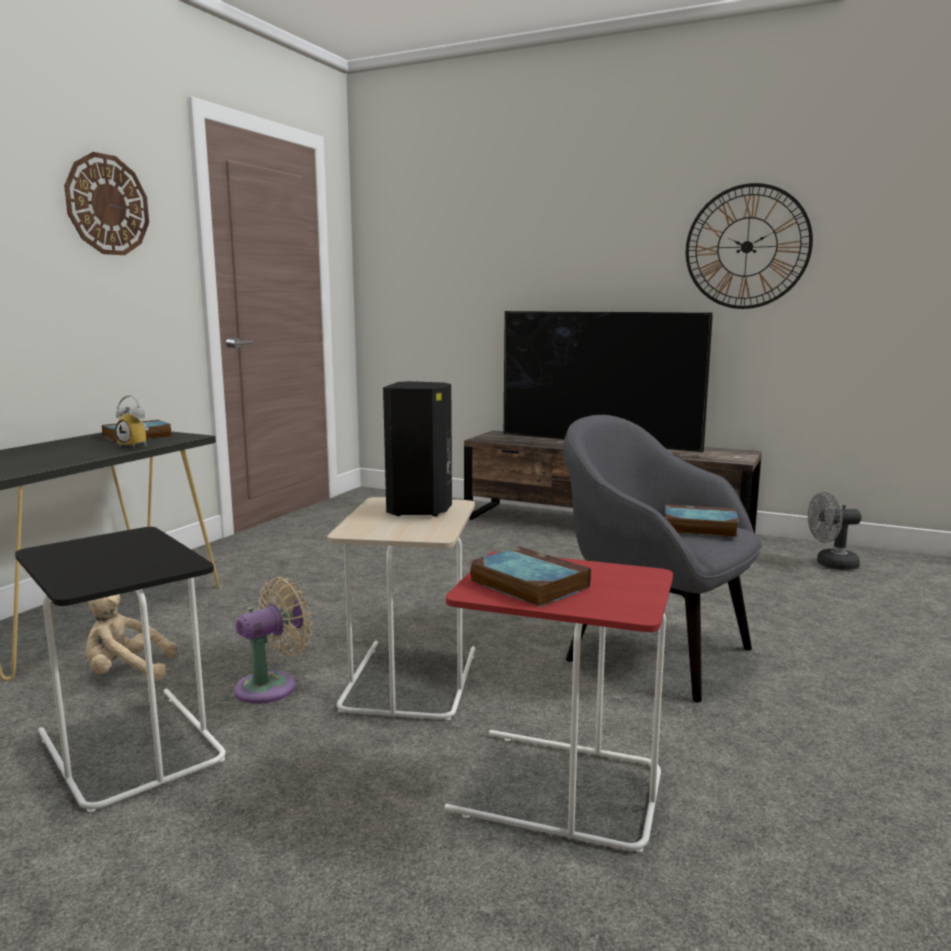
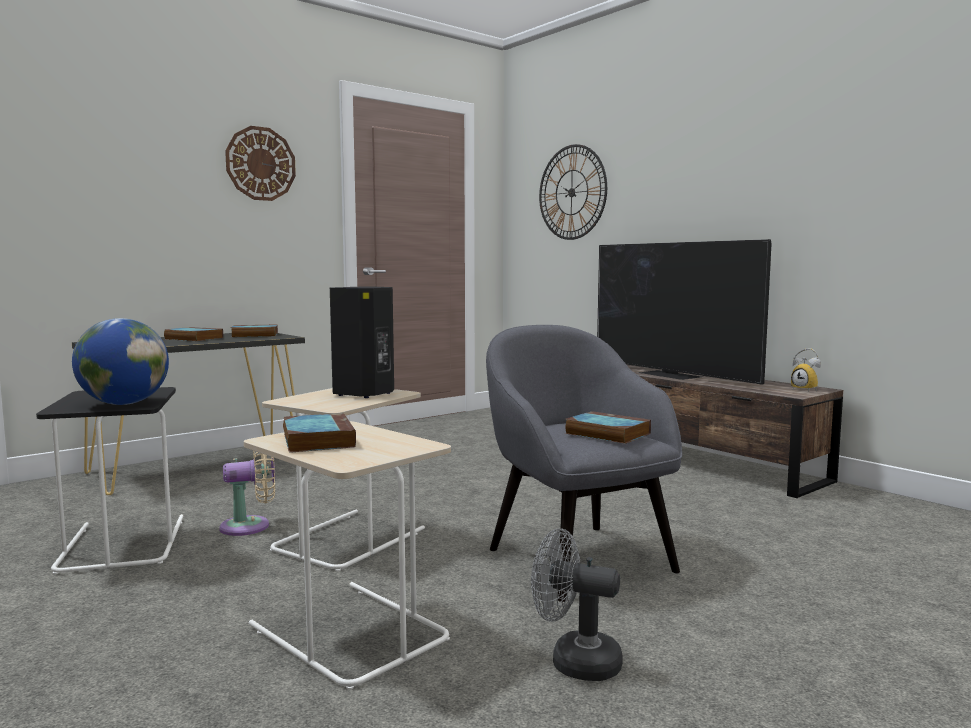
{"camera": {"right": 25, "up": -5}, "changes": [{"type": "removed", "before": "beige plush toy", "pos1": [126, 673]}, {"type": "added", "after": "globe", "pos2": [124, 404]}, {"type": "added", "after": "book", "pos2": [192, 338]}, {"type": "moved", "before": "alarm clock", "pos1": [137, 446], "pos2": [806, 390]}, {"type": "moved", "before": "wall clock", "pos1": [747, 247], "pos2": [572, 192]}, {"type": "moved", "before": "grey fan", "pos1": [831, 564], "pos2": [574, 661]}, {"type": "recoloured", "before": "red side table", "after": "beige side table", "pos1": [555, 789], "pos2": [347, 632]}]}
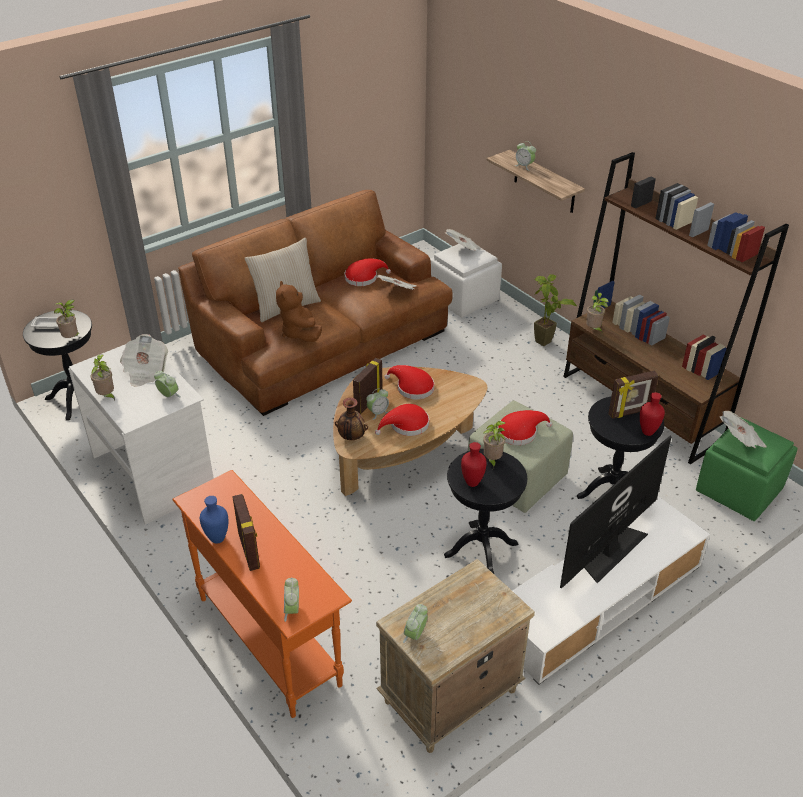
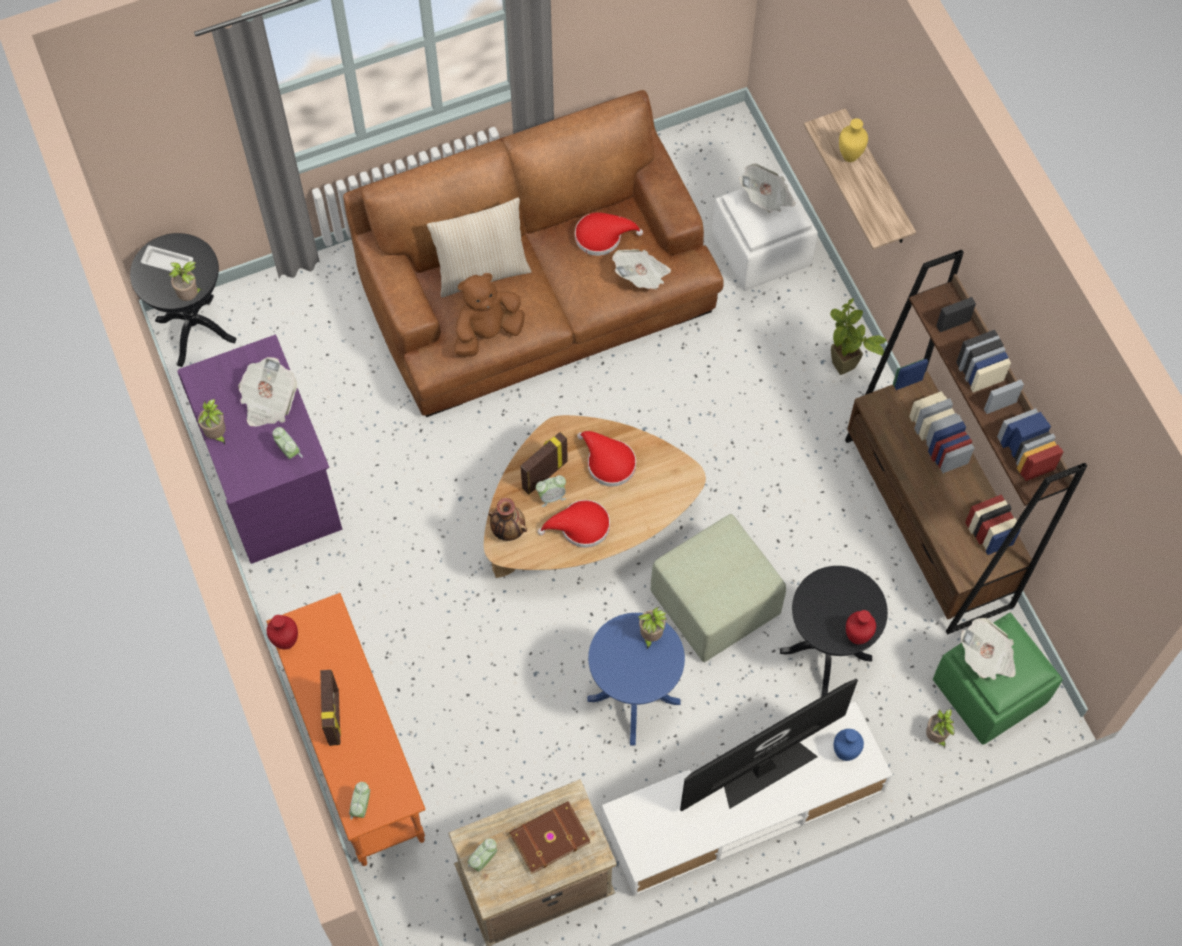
{"camera": {"right": 15, "up": 25}, "changes": [{"type": "removed", "before": "red hat", "pos1": [520, 432]}, {"type": "removed", "before": "picture frame", "pos1": [630, 412]}, {"type": "added", "after": "brown book", "pos2": [548, 837]}, {"type": "moved", "before": "blue vase", "pos1": [217, 539], "pos2": [844, 754]}, {"type": "moved", "before": "red vase", "pos1": [471, 483], "pos2": [285, 642]}, {"type": "moved", "before": "potted plant", "pos1": [593, 329], "pos2": [936, 737]}, {"type": "replaced", "before": "alarm clock", "after": "yellow vase", "pos1": [524, 166], "pos2": [850, 157]}, {"type": "recoloured", "before": "white desk", "after": "purple desk", "pos1": [154, 472], "pos2": [274, 483]}, {"type": "recoloured", "before": "black side table", "after": "blue side table", "pos1": [481, 550], "pos2": [633, 700]}, {"type": "turned", "before": "brown plush toy", "pos1": [300, 333], "pos2": [487, 332], "turn": 60}]}
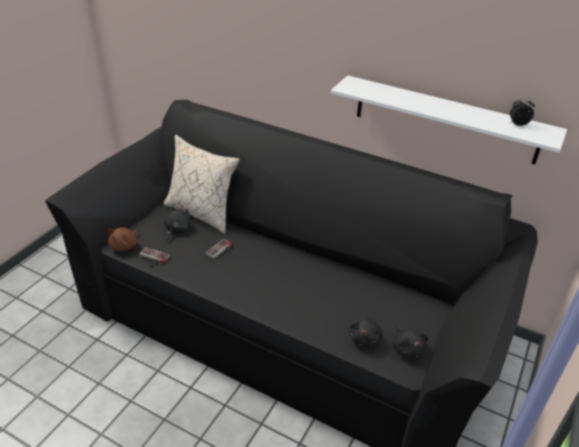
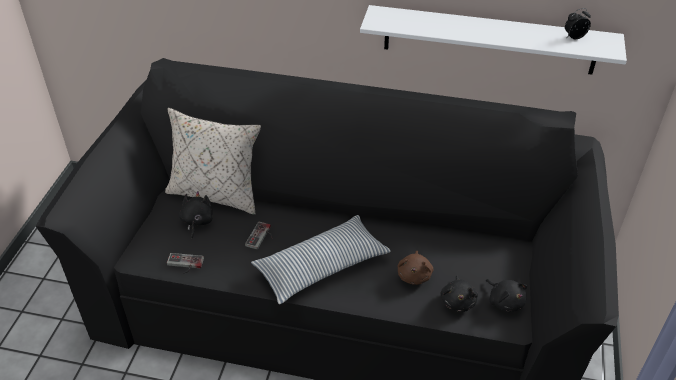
{"camera": {"right": -15, "up": 5}, "changes": [{"type": "added", "after": "pillow", "pos2": [321, 267]}, {"type": "moved", "before": "brown plush toy", "pos1": [125, 246], "pos2": [414, 275]}]}
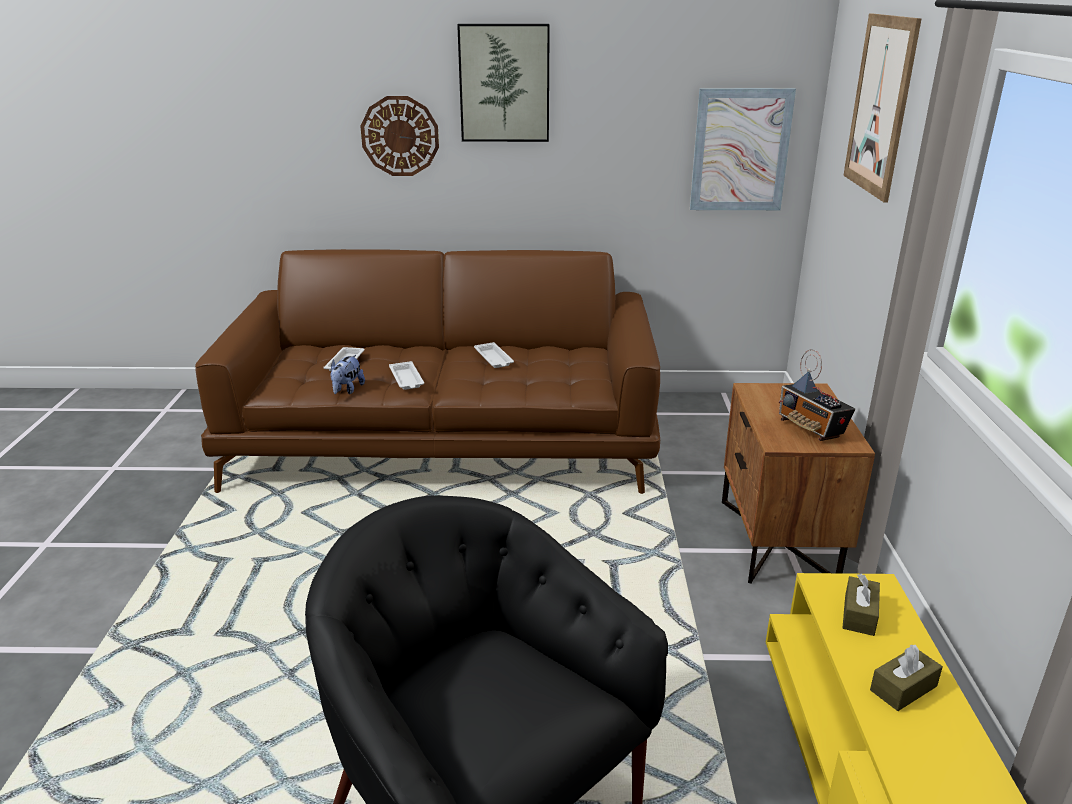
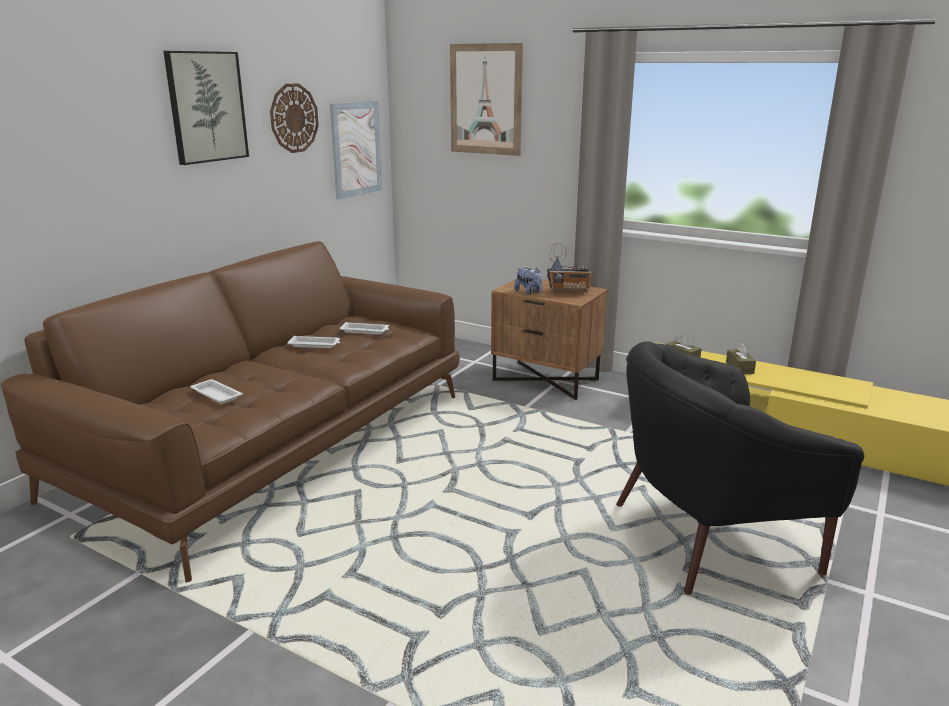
{"camera": {"right": -60, "up": -5}, "changes": [{"type": "moved", "before": "plush toy", "pos1": [347, 390], "pos2": [529, 292]}, {"type": "moved", "before": "wall clock", "pos1": [400, 136], "pos2": [294, 118]}, {"type": "moved", "before": "white tray", "pos1": [406, 379], "pos2": [365, 331]}]}
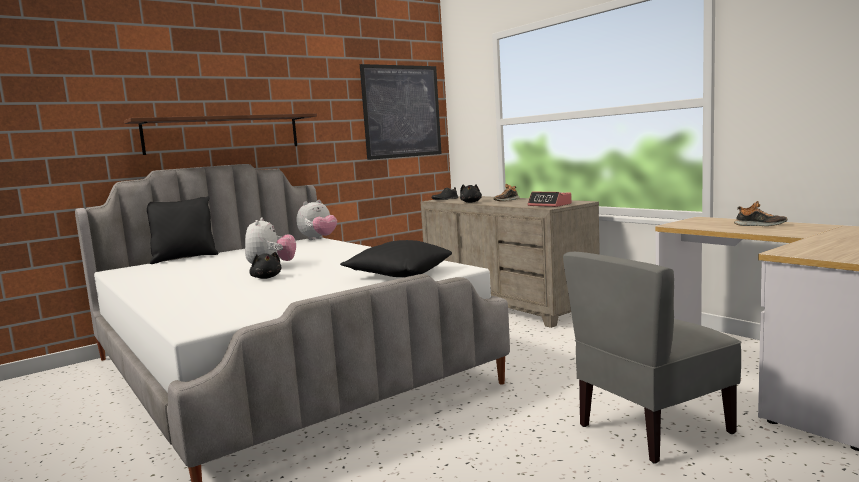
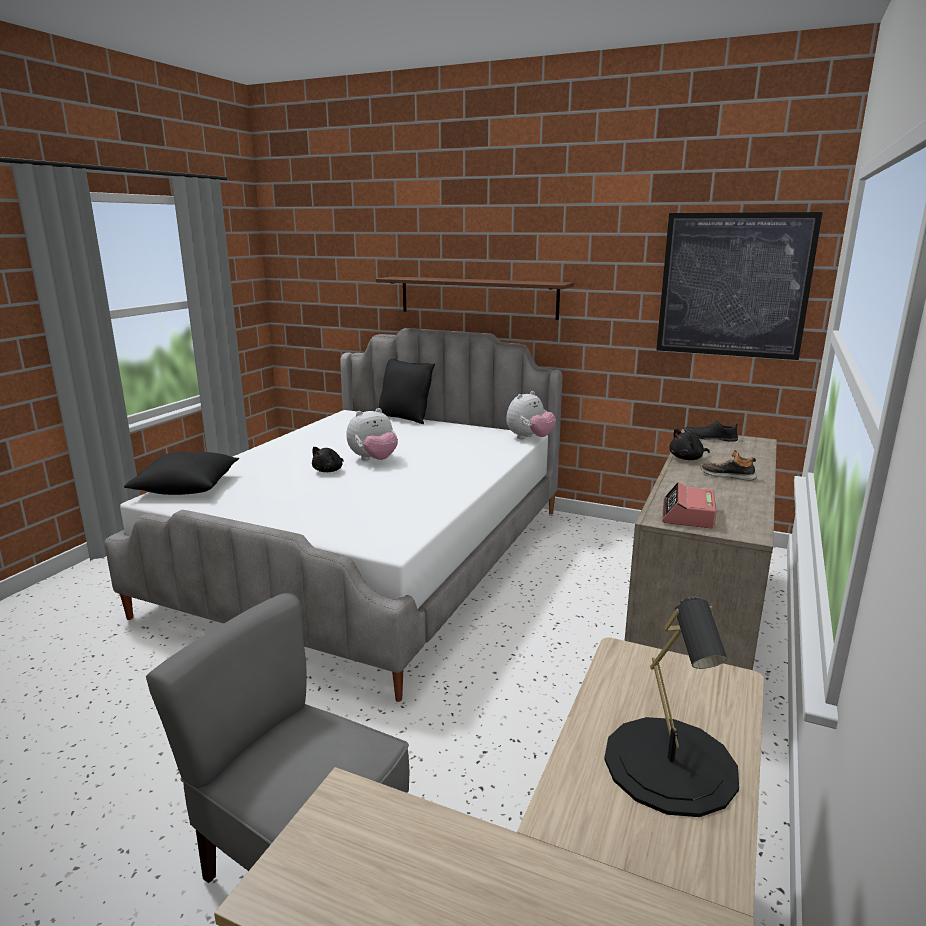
{"camera": {"right": 60, "up": 10}, "changes": [{"type": "moved", "before": "black pillow", "pos1": [398, 274], "pos2": [187, 486]}, {"type": "replaced", "before": "shoe", "after": "black table lamp", "pos1": [760, 225], "pos2": [670, 764]}, {"type": "turned", "before": "plush toy", "pos1": [318, 239], "pos2": [529, 438], "turn": -60}]}
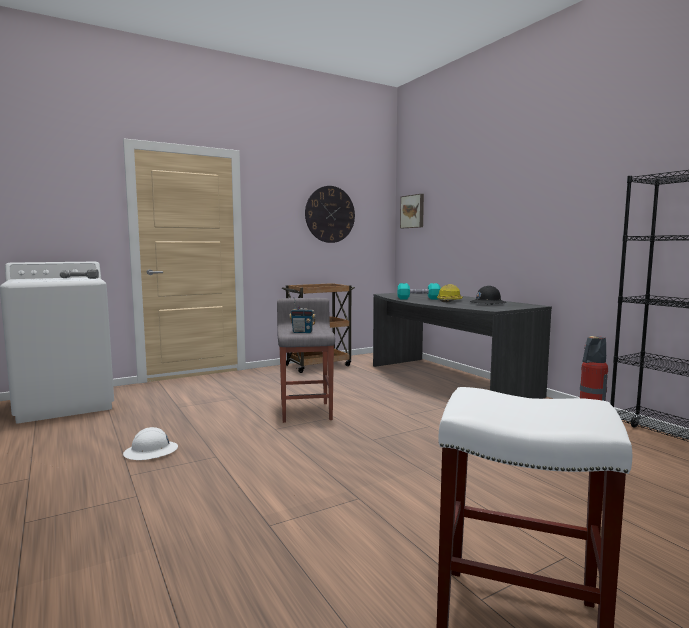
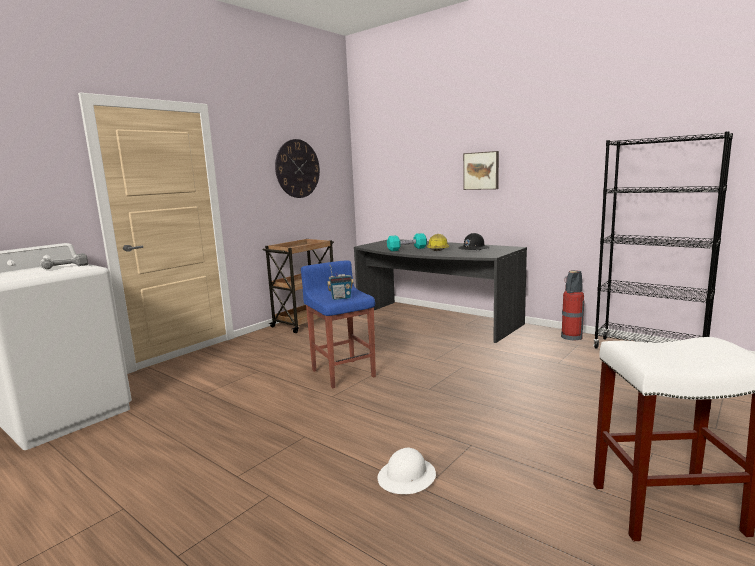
{"camera": {"right": -20, "up": 5}, "changes": [{"type": "moved", "before": "white hard hat", "pos1": [151, 452], "pos2": [407, 477]}, {"type": "moved", "before": "picture", "pos1": [413, 211], "pos2": [481, 171]}, {"type": "recoloured", "before": "grey stool", "after": "blue stool", "pos1": [306, 411], "pos2": [343, 373]}]}
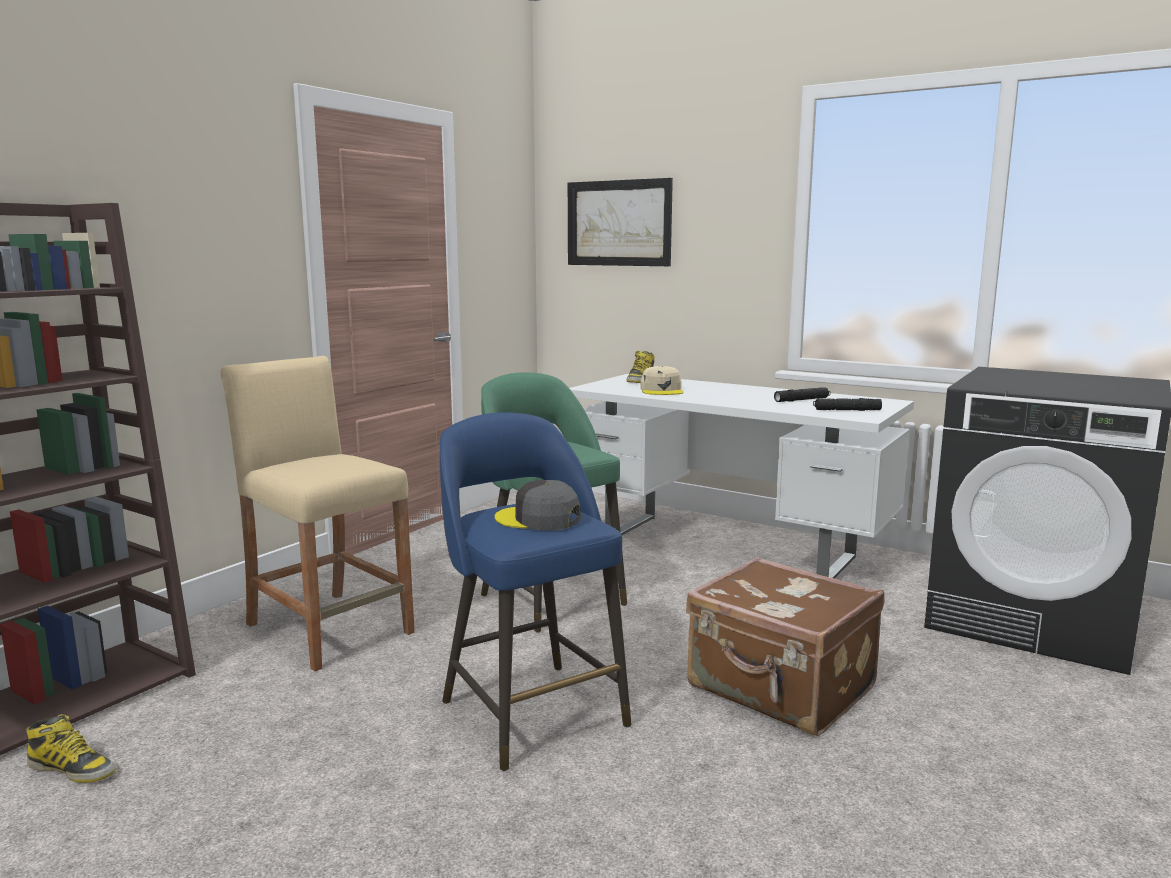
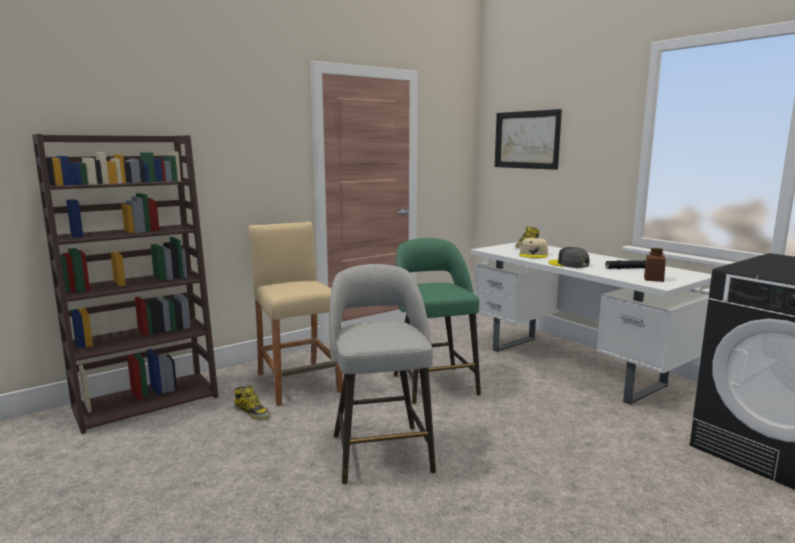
{"camera": {"right": 20, "up": 0}, "changes": [{"type": "removed", "before": "brown suitcase", "pos1": [780, 689]}, {"type": "moved", "before": "boot", "pos1": [72, 769], "pos2": [252, 412]}, {"type": "moved", "before": "grey cap", "pos1": [538, 519], "pos2": [568, 264]}, {"type": "replaced", "before": "black flashlight", "after": "brown jar", "pos1": [846, 410], "pos2": [653, 278]}, {"type": "recoloured", "before": "blue stool", "after": "grey stool", "pos1": [531, 710], "pos2": [381, 451]}]}
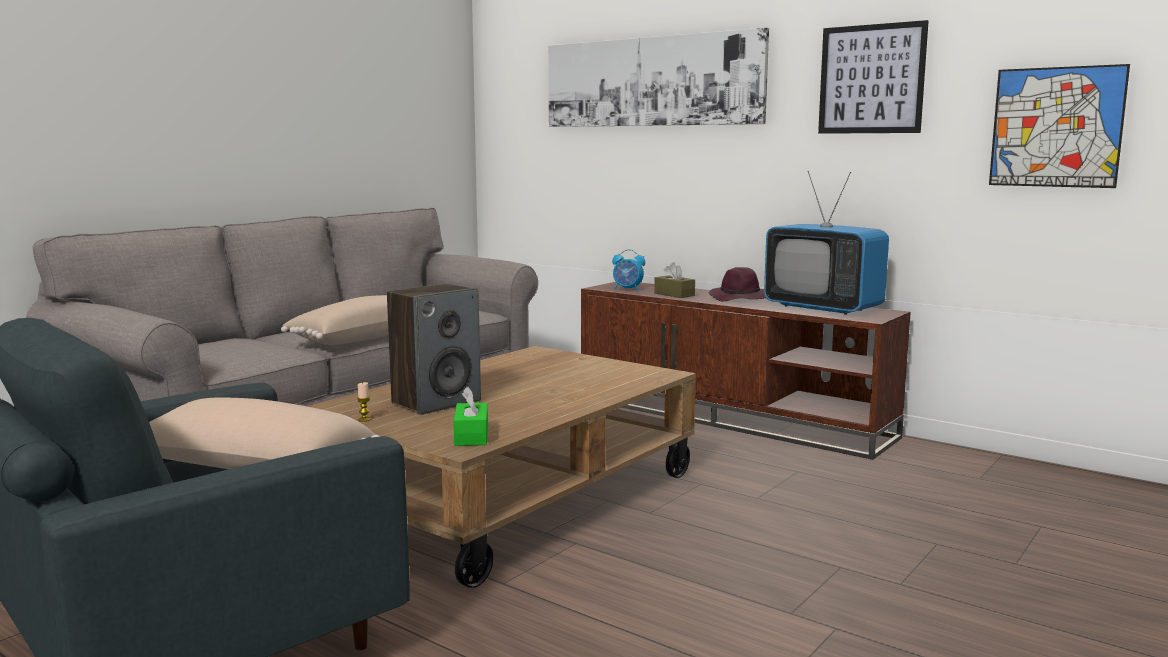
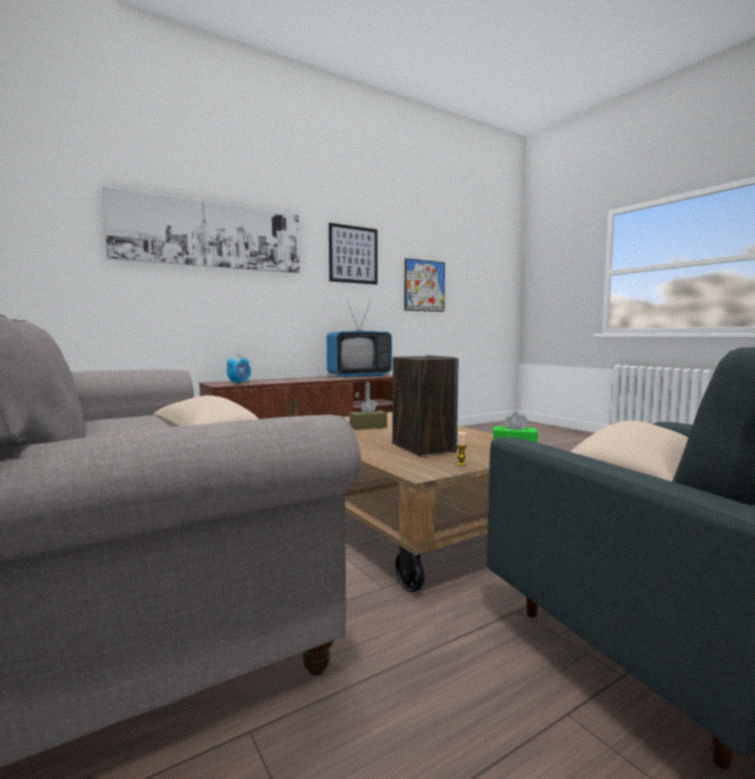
{"camera": {"right": -70, "up": -5}, "changes": [{"type": "removed", "before": "purple hat", "pos1": [740, 298]}, {"type": "moved", "before": "brown tissue box", "pos1": [674, 294], "pos2": [368, 427]}]}
